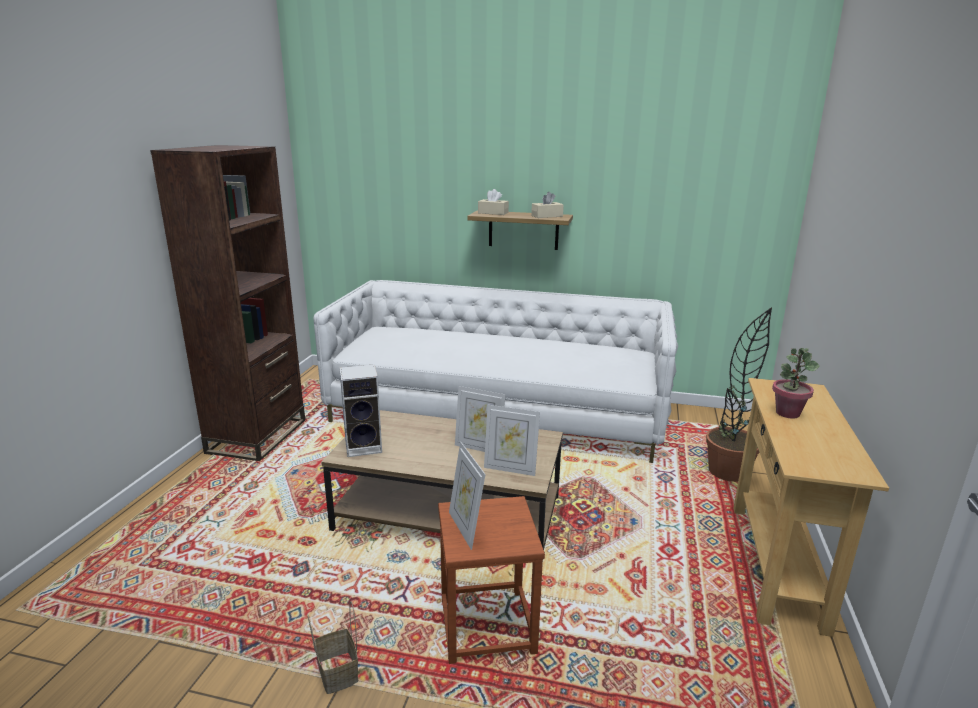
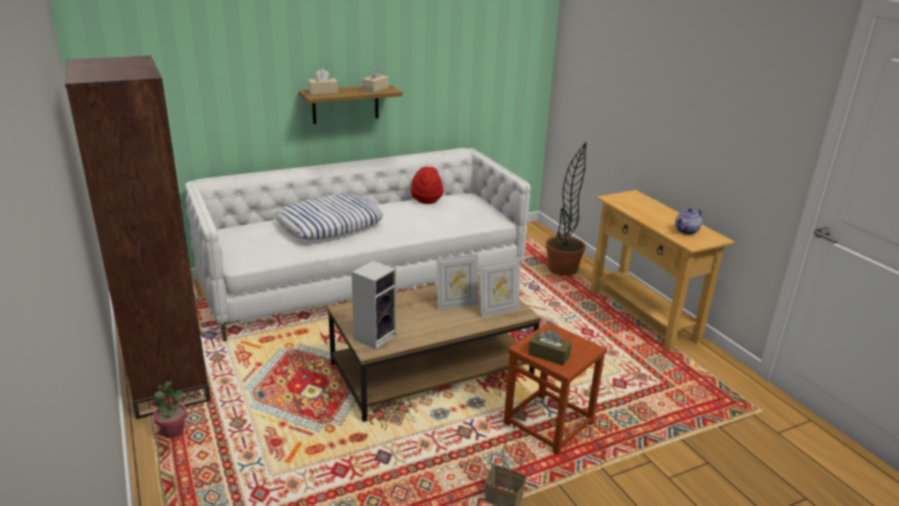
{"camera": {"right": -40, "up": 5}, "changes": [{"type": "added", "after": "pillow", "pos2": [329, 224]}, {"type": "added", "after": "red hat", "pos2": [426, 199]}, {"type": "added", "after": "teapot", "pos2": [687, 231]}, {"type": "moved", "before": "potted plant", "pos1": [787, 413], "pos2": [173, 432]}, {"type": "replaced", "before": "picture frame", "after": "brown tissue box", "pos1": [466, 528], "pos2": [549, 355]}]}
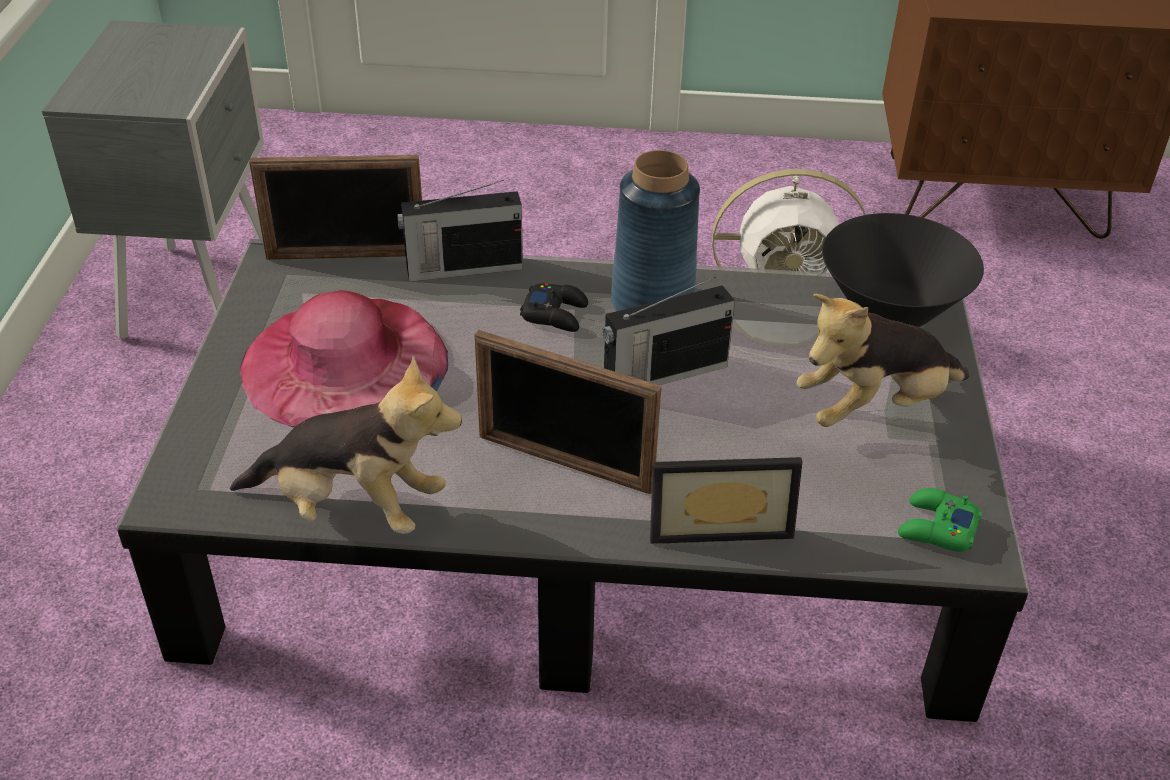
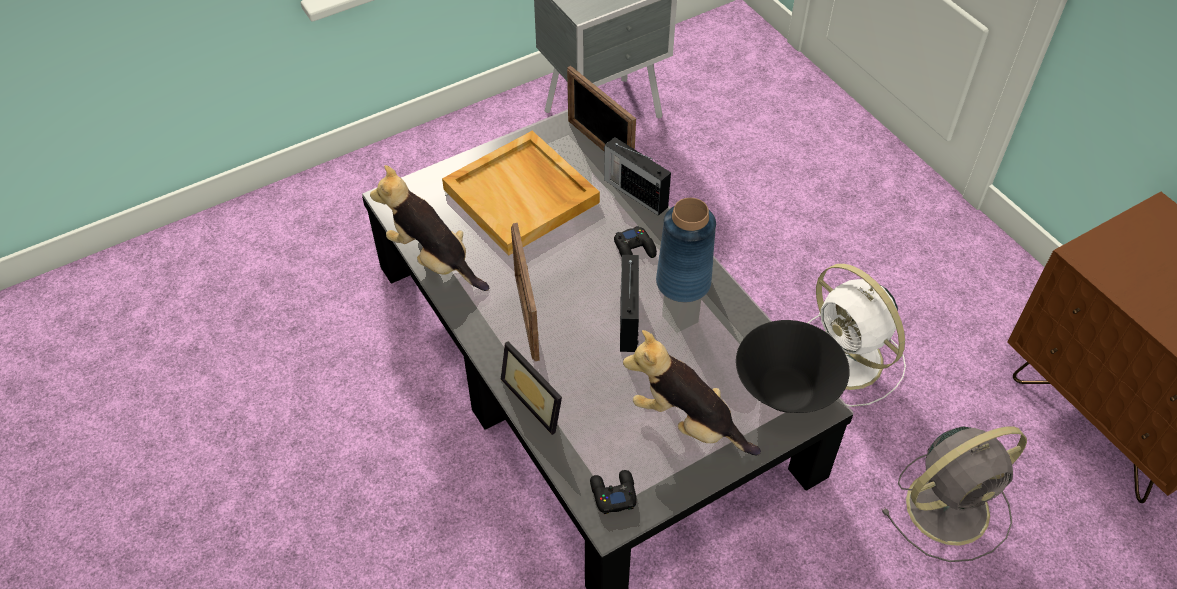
{"camera": {"right": 55, "up": 10}, "changes": [{"type": "added", "after": "grey fan", "pos2": [950, 506]}, {"type": "replaced", "before": "pink hat", "after": "beige tray", "pos1": [345, 363], "pos2": [522, 196]}, {"type": "recoloured", "before": "green game controller", "after": "black game controller", "pos1": [936, 528], "pos2": [613, 493]}, {"type": "turned", "before": "plush toy", "pos1": [352, 507], "pos2": [433, 259], "turn": 150}, {"type": "turned", "before": "radio", "pos1": [663, 374], "pos2": [629, 318], "turn": 60}]}
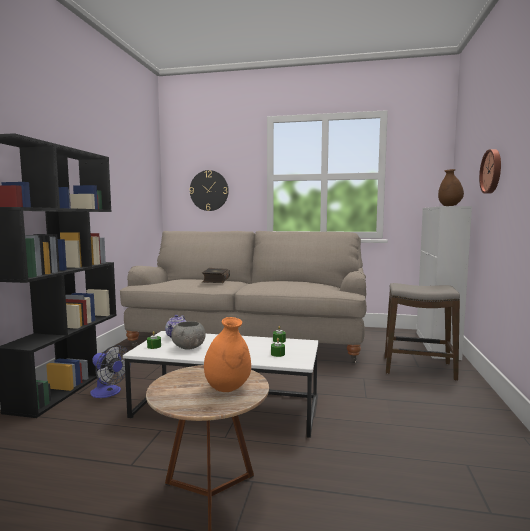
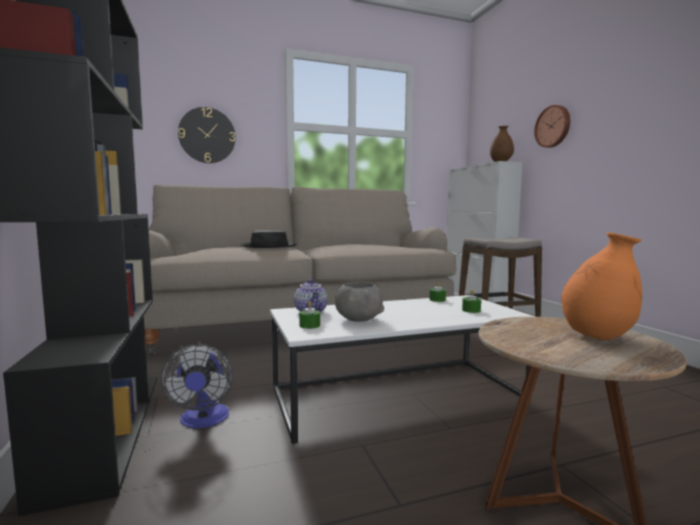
{"camera": {"right": -30, "up": 0}, "changes": [{"type": "replaced", "before": "book", "after": "black hat", "pos1": [215, 280], "pos2": [269, 246]}, {"type": "turned", "before": "fan", "pos1": [109, 393], "pos2": [203, 420], "turn": 75}]}
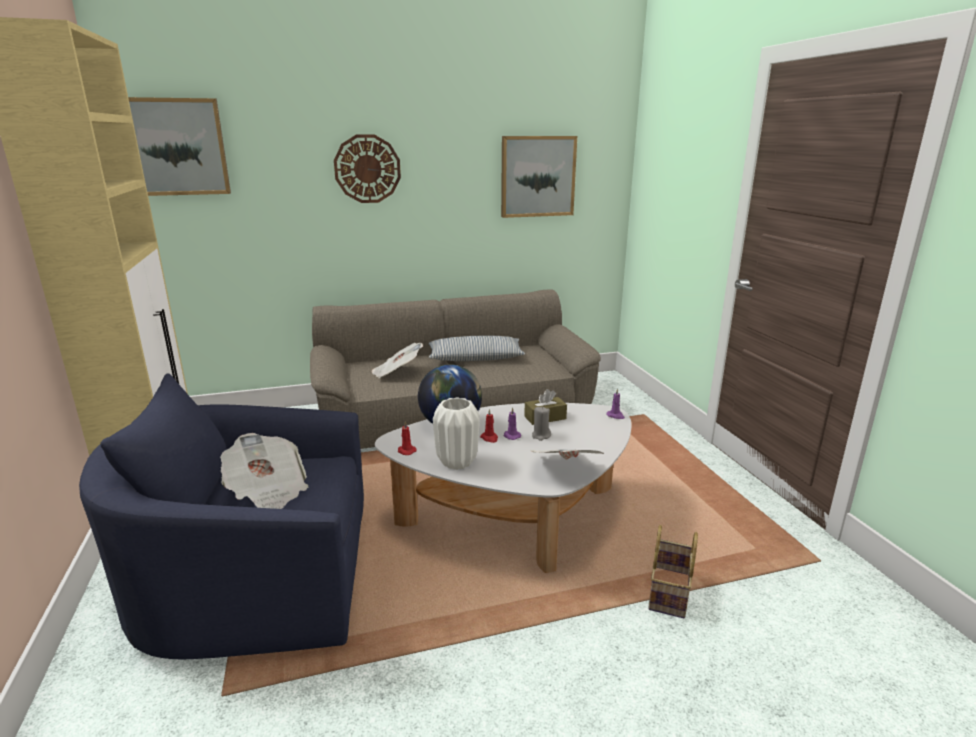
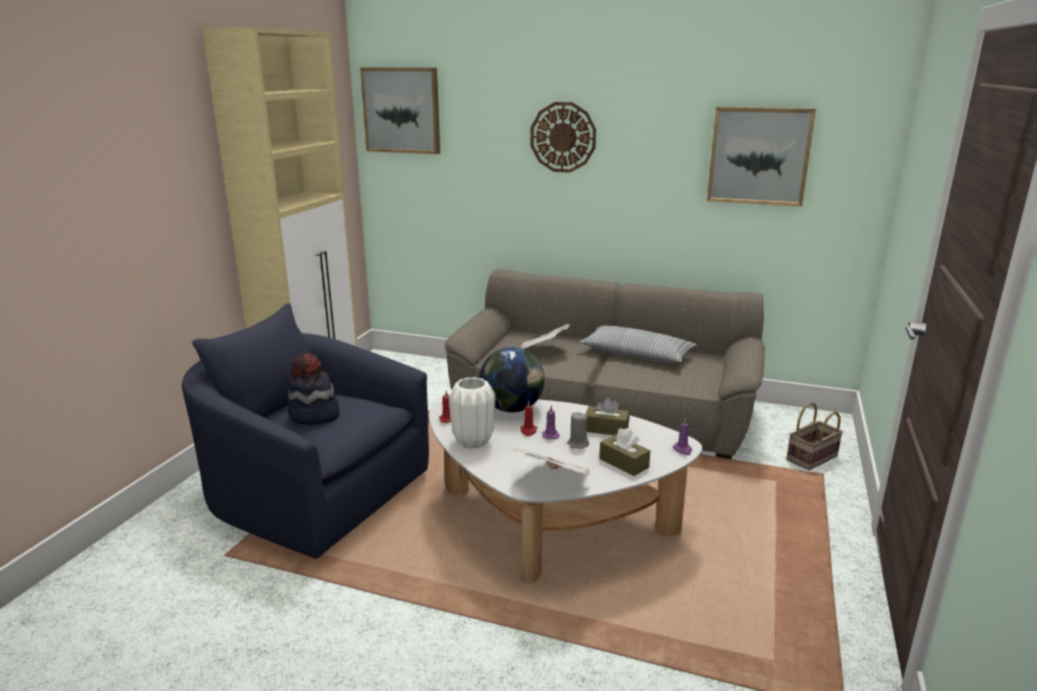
{"camera": {"right": 35, "up": 0}, "changes": [{"type": "added", "after": "brown tissue box", "pos2": [623, 463]}, {"type": "moved", "before": "basket", "pos1": [670, 594], "pos2": [812, 459]}, {"type": "replaced", "before": "newspaper", "after": "hat", "pos1": [267, 491], "pos2": [314, 415]}]}
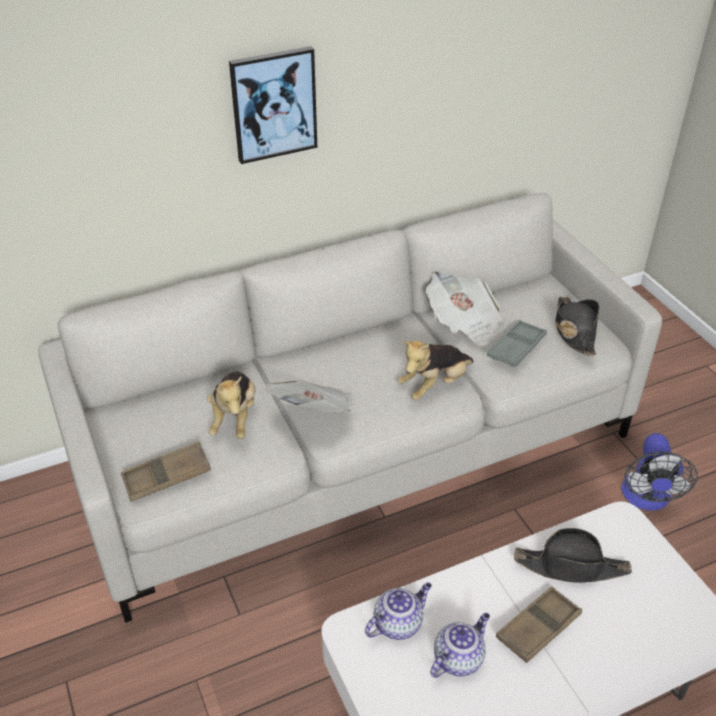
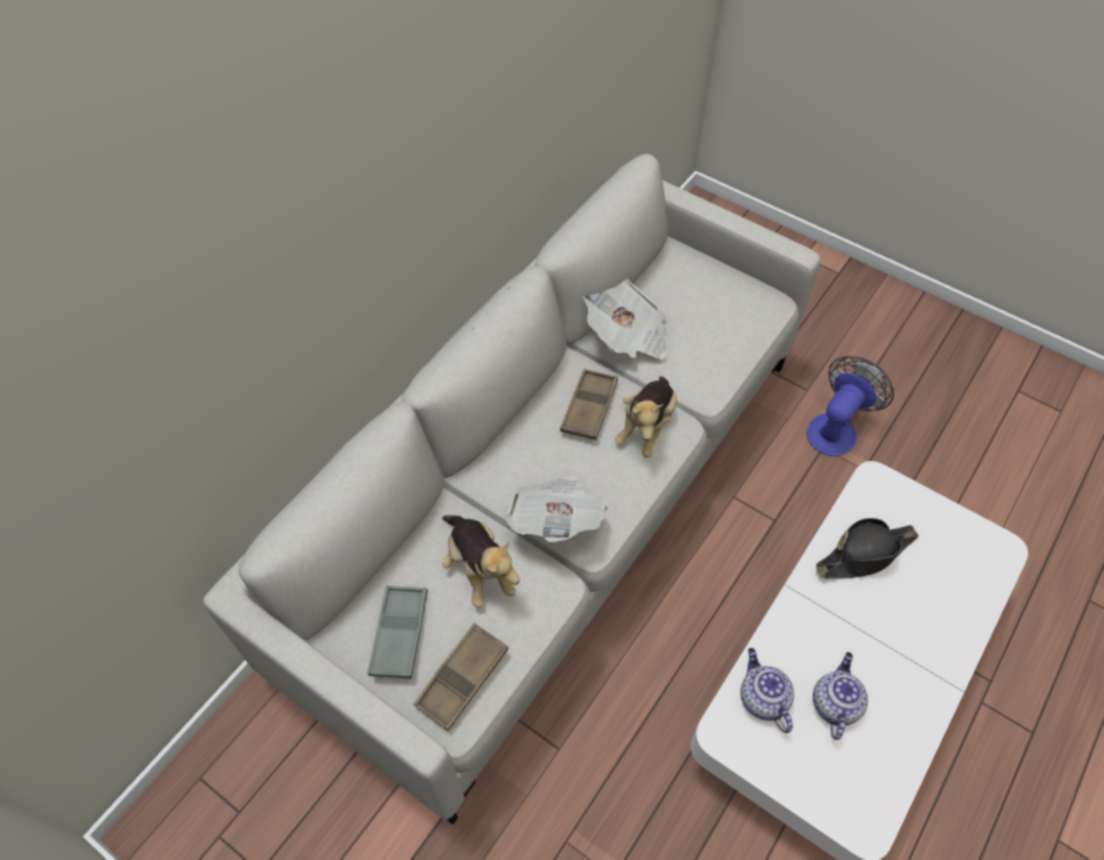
{"camera": {"right": -30, "up": 15}, "changes": [{"type": "removed", "before": "picture", "pos1": [273, 104]}, {"type": "removed", "before": "black hat", "pos1": [574, 330]}, {"type": "moved", "before": "grey tray", "pos1": [516, 348], "pos2": [399, 634]}, {"type": "moved", "before": "brown tray", "pos1": [538, 627], "pos2": [589, 408]}, {"type": "turned", "before": "teapot", "pos1": [398, 623], "pos2": [762, 698], "turn": -45}, {"type": "turned", "before": "fan", "pos1": [646, 499], "pos2": [836, 428], "turn": -120}]}
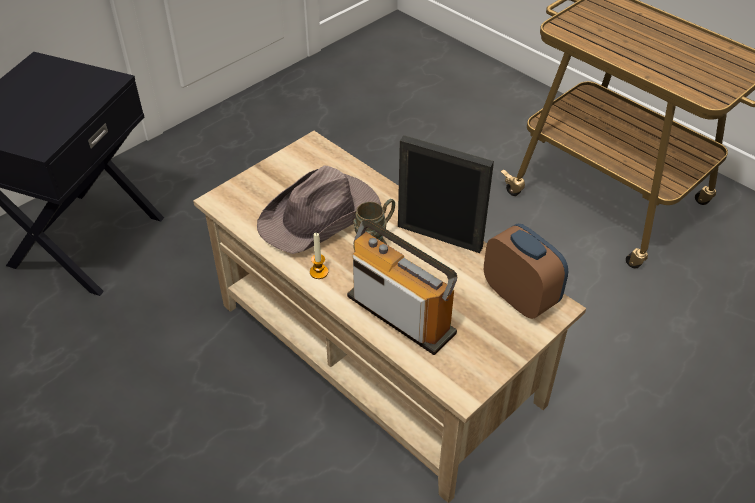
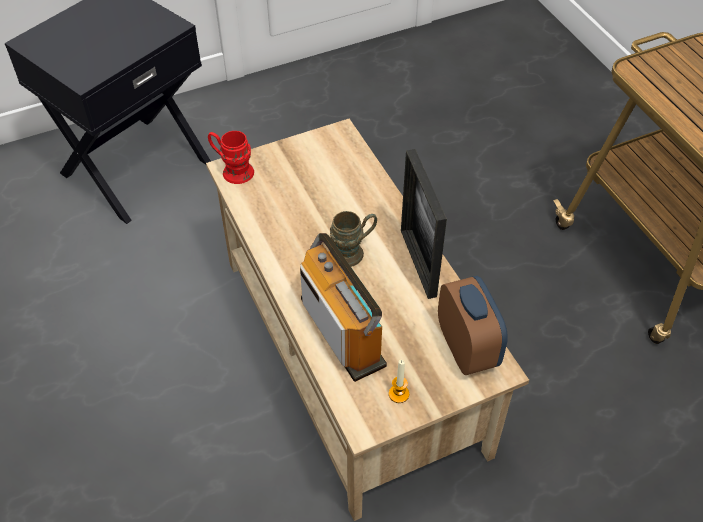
{"camera": {"right": 20, "up": 5}, "changes": [{"type": "removed", "before": "brown hat", "pos1": [321, 216]}, {"type": "added", "after": "red mug", "pos2": [232, 170]}, {"type": "moved", "before": "candle", "pos1": [319, 272], "pos2": [398, 394]}, {"type": "turned", "before": "picture frame", "pos1": [439, 237], "pos2": [418, 262], "turn": -150}]}
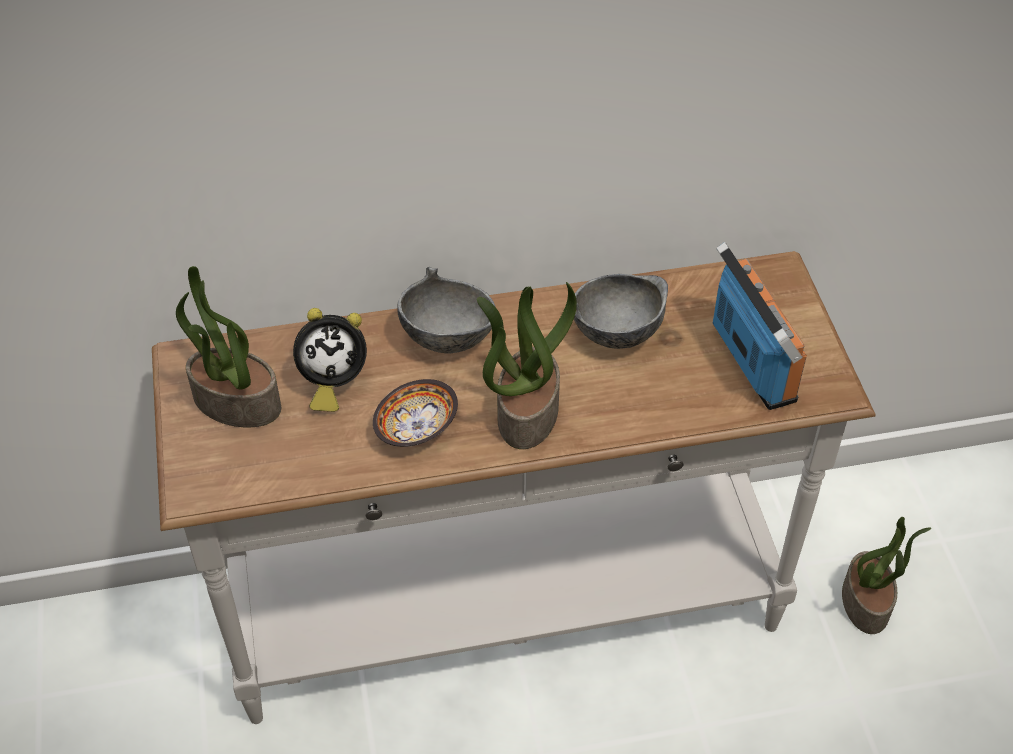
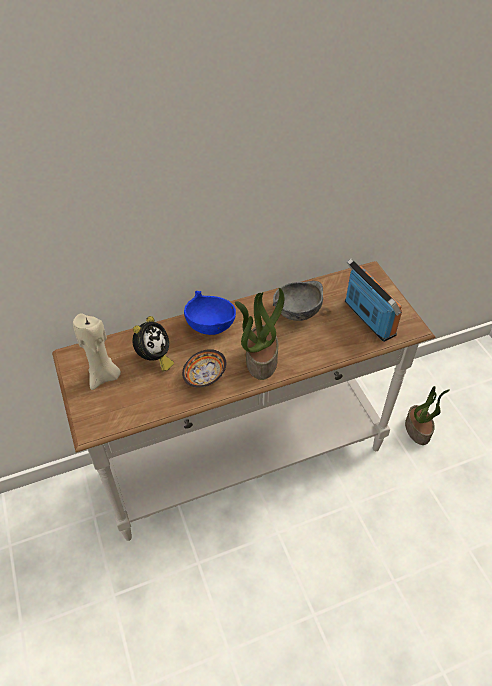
{"camera": {"right": -10, "up": 0}, "changes": [{"type": "replaced", "before": "potted plant", "after": "beige candle", "pos1": [235, 403], "pos2": [104, 376]}, {"type": "recoloured", "before": "grey bowl", "after": "blue bowl", "pos1": [449, 336], "pos2": [211, 325]}, {"type": "turned", "before": "alarm clock", "pos1": [331, 383], "pos2": [154, 358], "turn": -45}]}
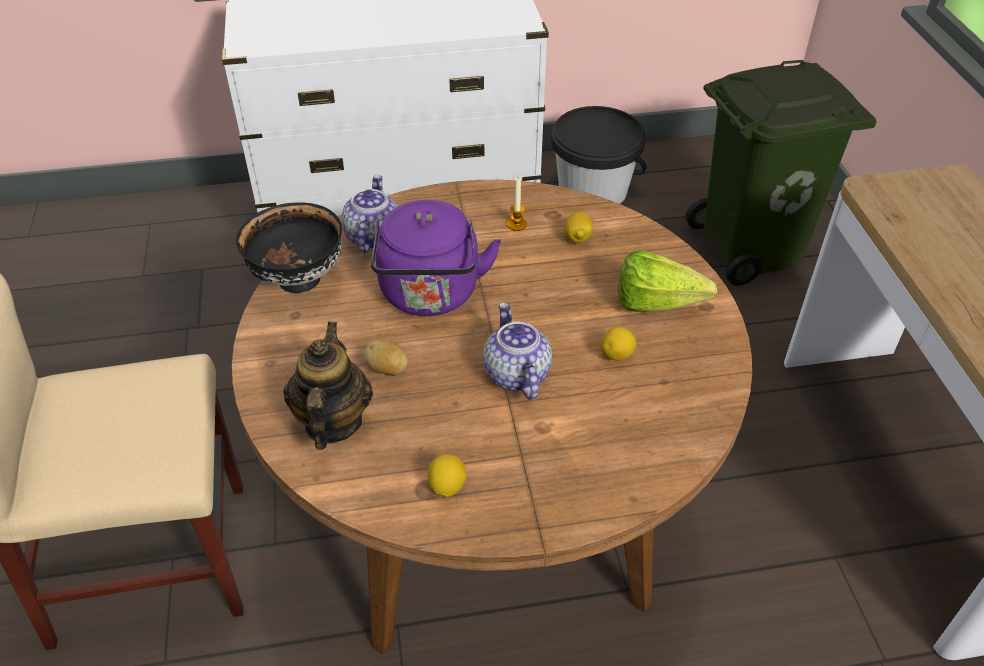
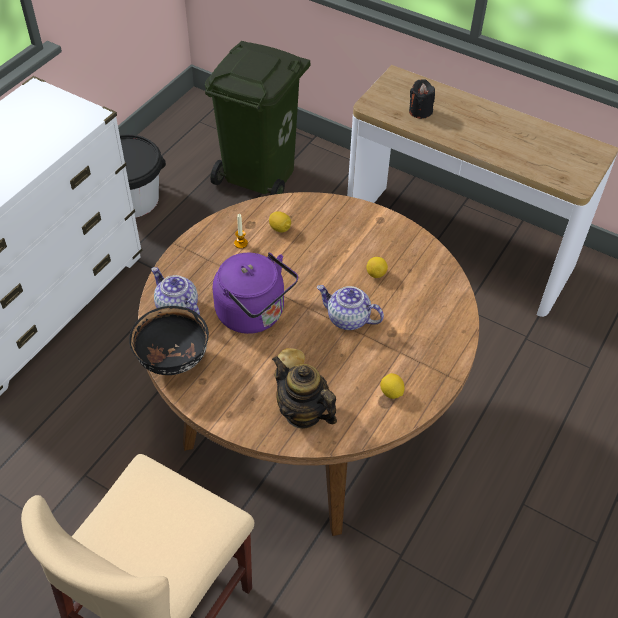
{"camera": {"right": -50, "up": 5}, "changes": [{"type": "removed", "before": "lettuce", "pos1": [664, 306]}, {"type": "added", "after": "black candle", "pos2": [420, 111]}]}
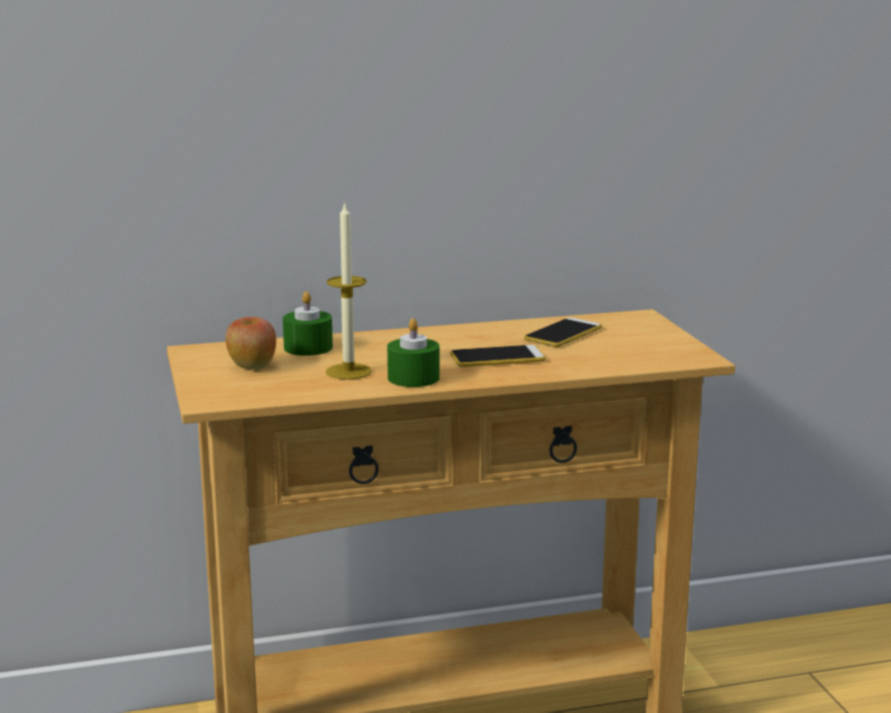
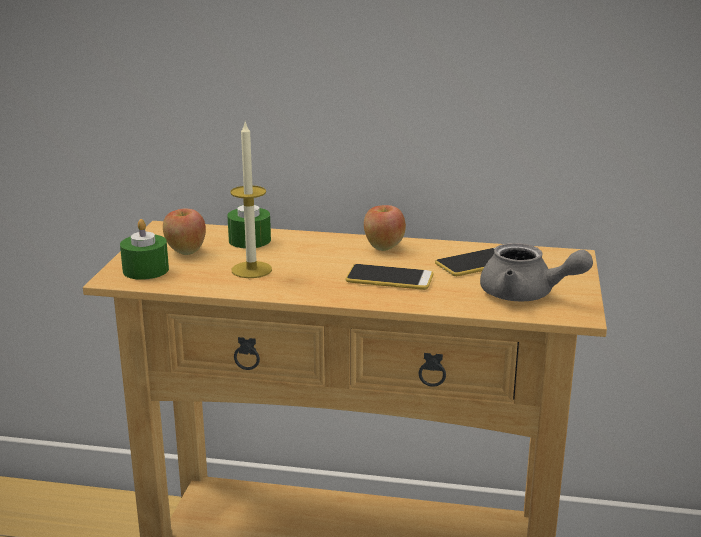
{"camera": {"right": 25, "up": 5}, "changes": [{"type": "added", "after": "apple", "pos2": [383, 247]}, {"type": "added", "after": "grey teapot", "pos2": [526, 295]}, {"type": "moved", "before": "green candle", "pos1": [413, 378], "pos2": [145, 270]}]}
